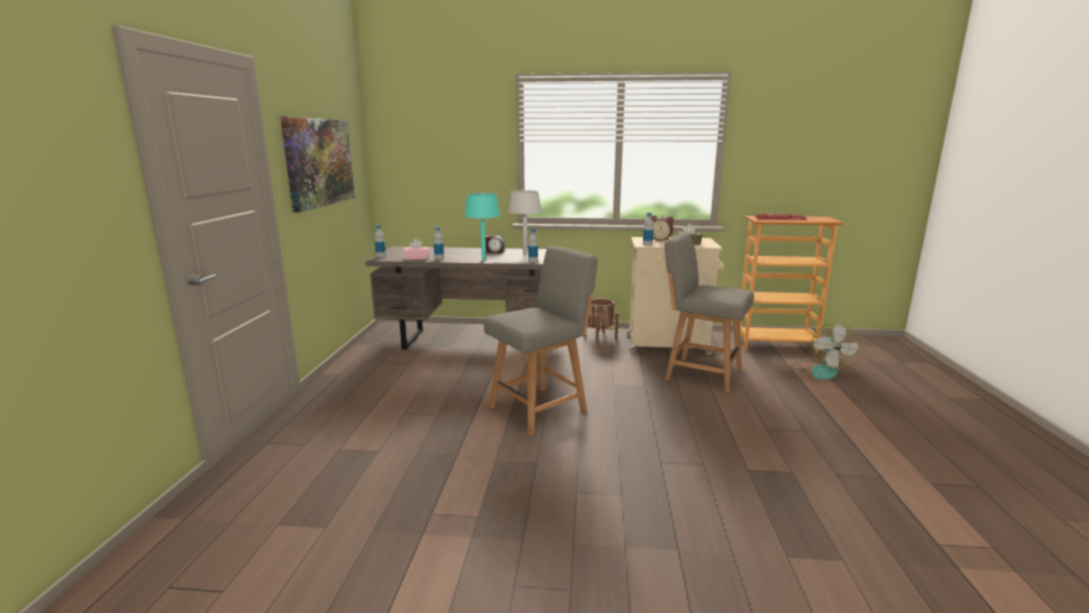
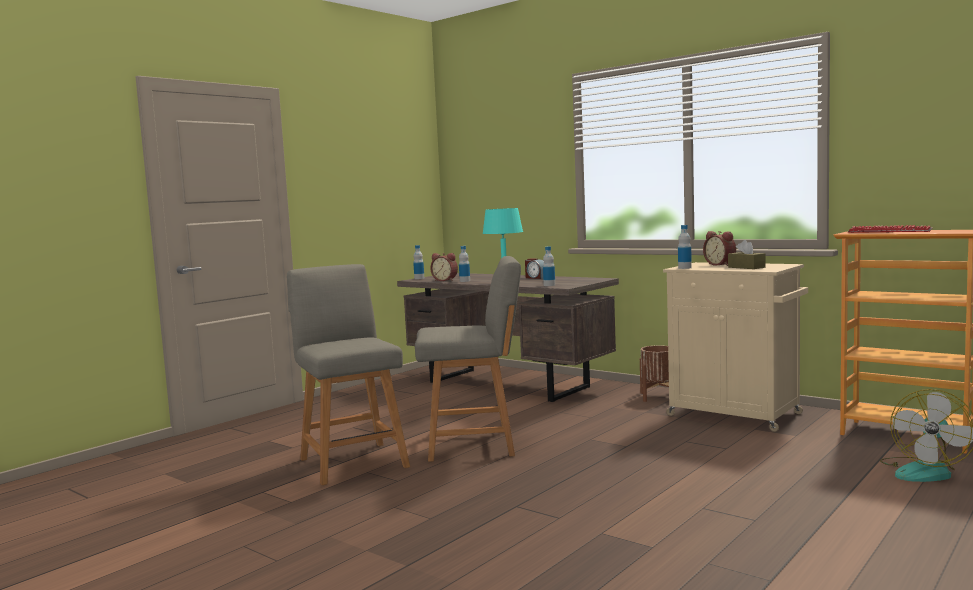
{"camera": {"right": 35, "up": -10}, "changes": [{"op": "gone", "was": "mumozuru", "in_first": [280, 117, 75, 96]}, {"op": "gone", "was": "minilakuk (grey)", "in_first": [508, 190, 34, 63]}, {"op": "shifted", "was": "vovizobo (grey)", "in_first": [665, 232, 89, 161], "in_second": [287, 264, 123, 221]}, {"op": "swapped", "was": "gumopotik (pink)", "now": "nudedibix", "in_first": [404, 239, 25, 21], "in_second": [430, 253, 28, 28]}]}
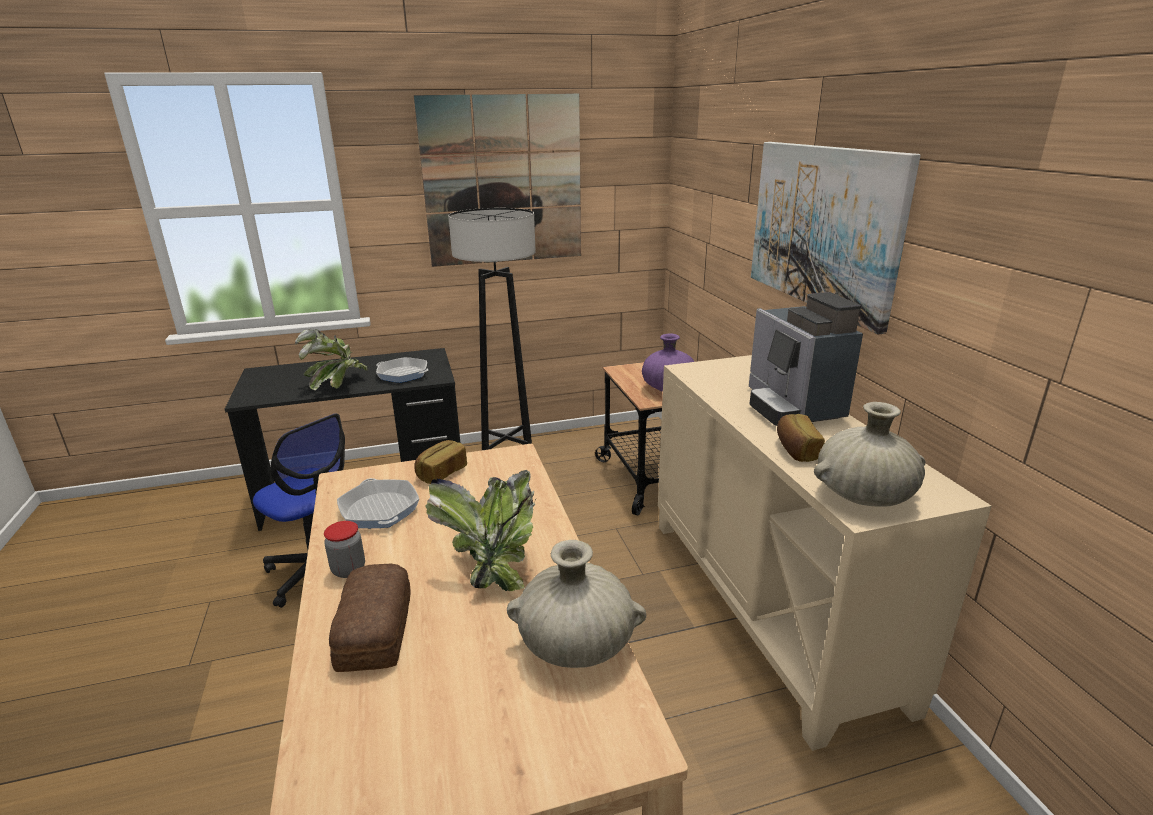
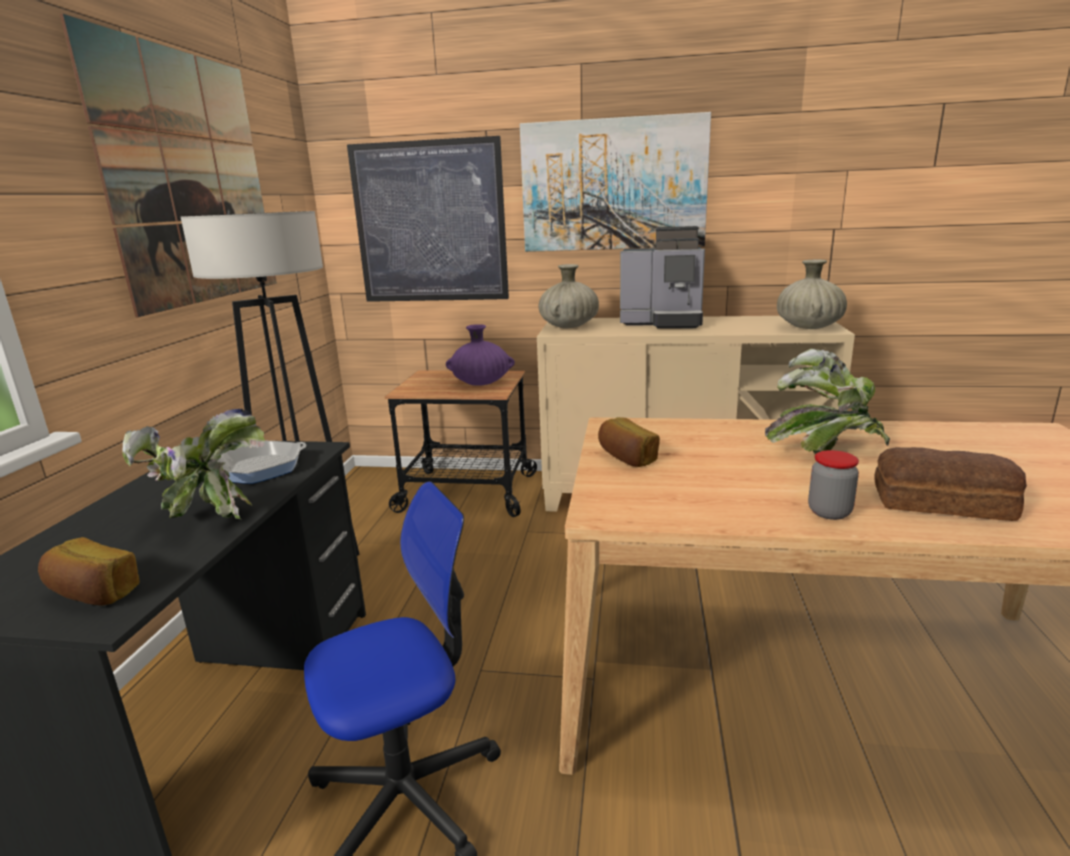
{"camera": {"right": -65, "up": -5}, "changes": [{"op": "gone", "was": "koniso", "in_first": [337, 478, 82, 50]}, {"op": "new", "now": "mumozuru", "in_second": [347, 136, 162, 166]}, {"op": "shifted", "was": "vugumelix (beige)", "in_first": [507, 540, 139, 128], "in_second": [539, 264, 60, 64]}, {"op": "shifted", "was": "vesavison", "in_first": [777, 414, 48, 48], "in_second": [38, 537, 102, 69]}]}
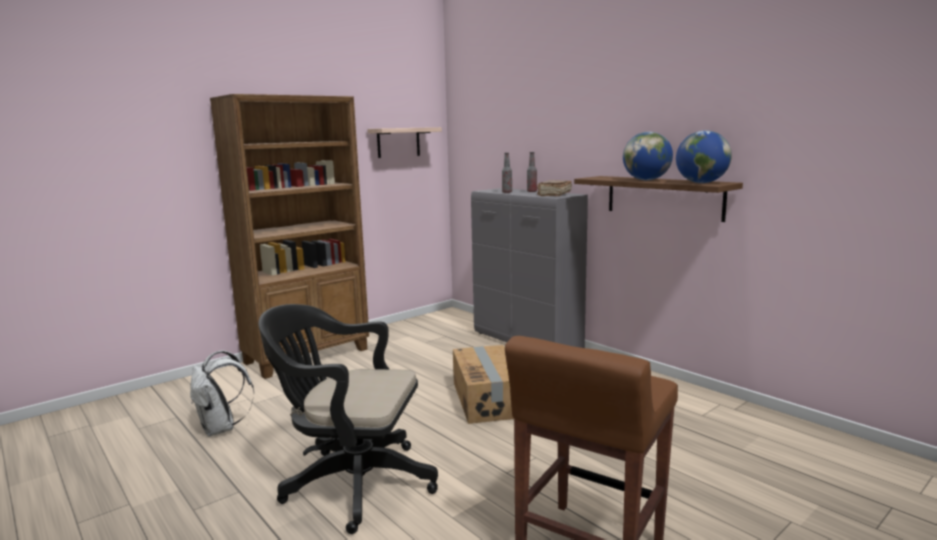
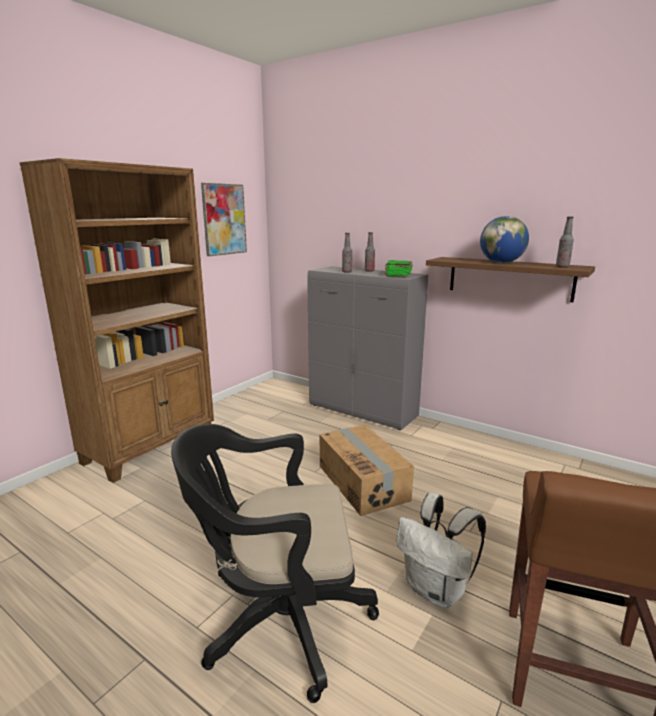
{"camera": {"right": -15, "up": 5}, "changes": [{"op": "shifted", "was": "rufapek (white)", "in_first": [190, 350, 64, 87], "in_second": [396, 492, 90, 116]}, {"op": "swapped", "was": "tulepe", "now": "mumozuru", "in_first": [367, 127, 75, 31], "in_second": [201, 183, 46, 73]}, {"op": "swapped", "was": "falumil", "now": "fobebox", "in_first": [676, 131, 56, 52], "in_second": [556, 217, 18, 51]}, {"op": "repainted", "was": "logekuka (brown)", "now": "logekuka (green)", "in_first": [537, 180, 35, 16], "in_second": [385, 260, 28, 17]}]}
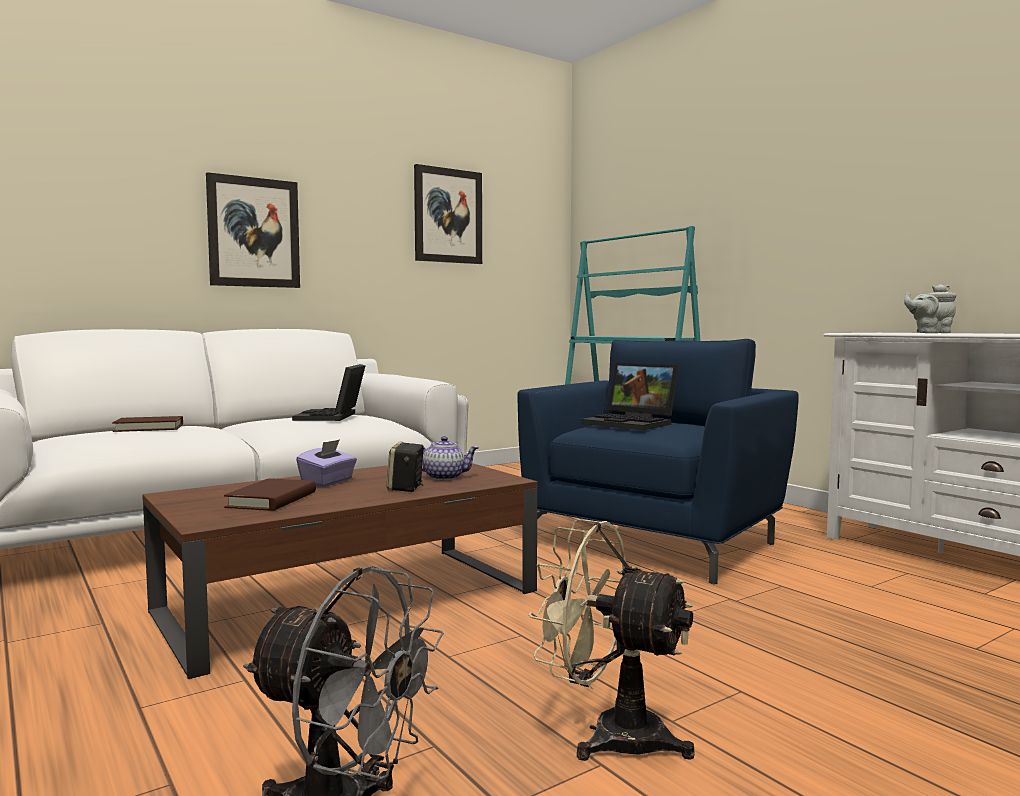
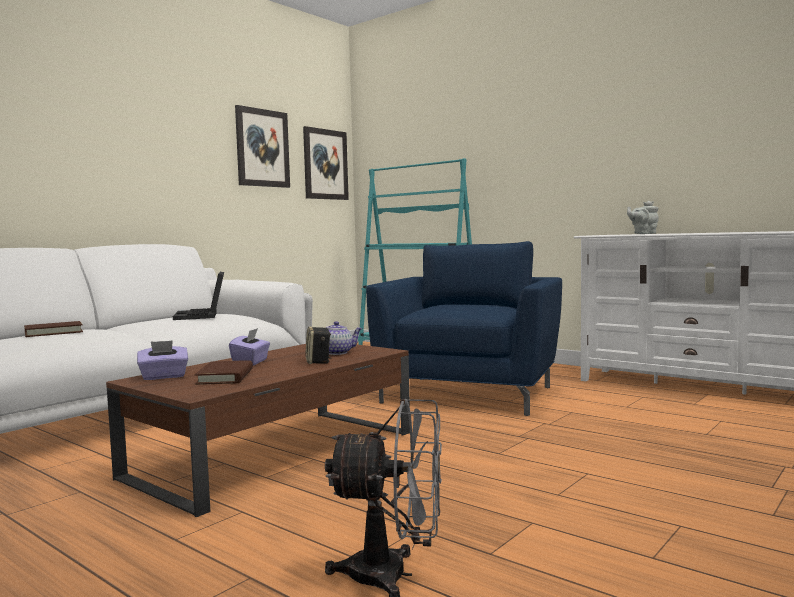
{"camera": {"right": -15, "up": 0}, "changes": [{"op": "gone", "was": "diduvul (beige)", "in_first": [528, 519, 167, 242]}, {"op": "gone", "was": "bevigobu", "in_first": [581, 363, 98, 67]}, {"op": "new", "now": "gumopotik (purple)", "in_second": [137, 340, 51, 40]}, {"op": "shifted", "was": "mumozuru", "in_first": [206, 172, 94, 116], "in_second": [303, 126, 46, 74]}]}
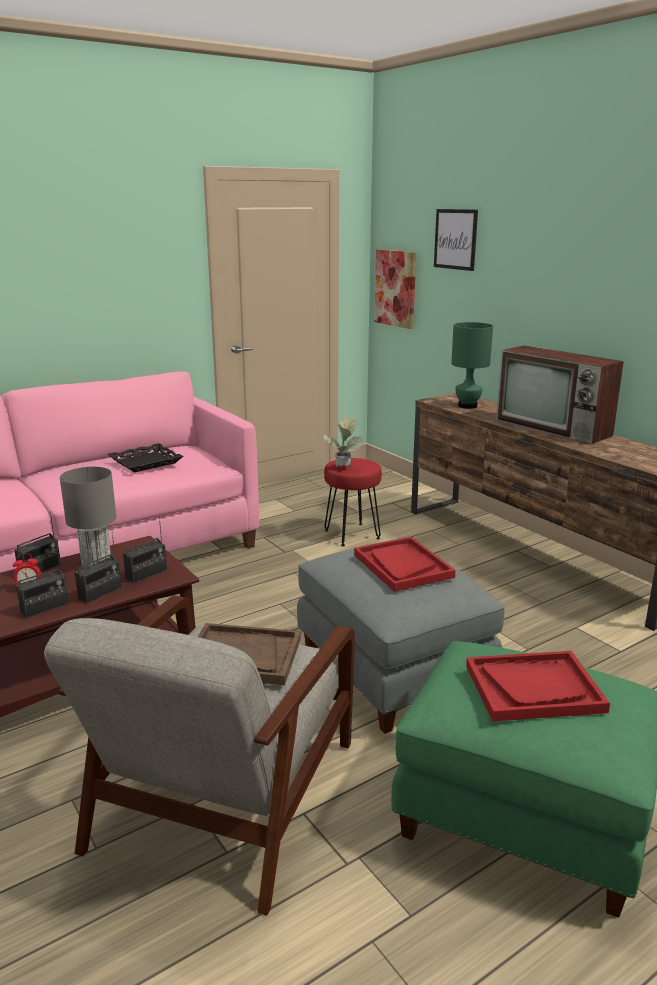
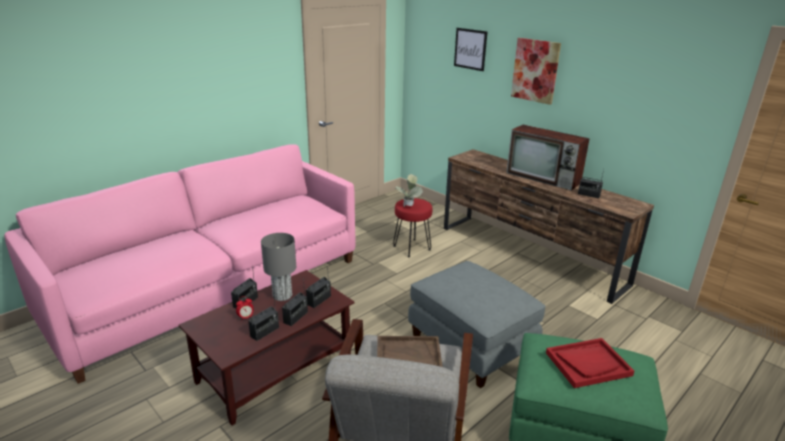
{"camera": {"right": -10, "up": 5}, "changes": [{"op": "gone", "was": "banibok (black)", "in_first": [107, 443, 76, 30]}, {"op": "gone", "was": "banibok (red)", "in_first": [354, 537, 102, 55]}, {"op": "gone", "was": "minilakuk (green)", "in_first": [451, 322, 42, 87]}, {"op": "new", "now": "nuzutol", "in_second": [578, 170, 26, 29]}, {"op": "shifted", "was": "mumozuru", "in_first": [375, 249, 41, 80], "in_second": [511, 38, 50, 67]}]}
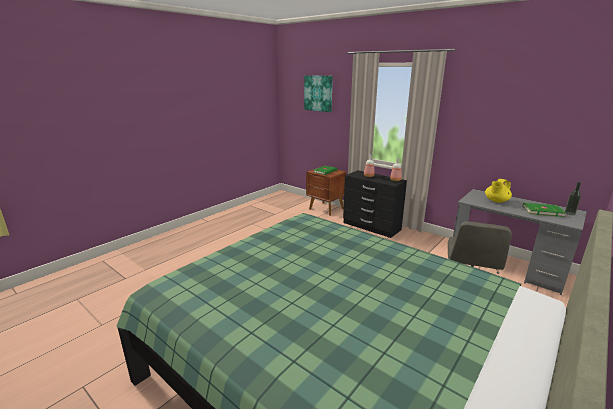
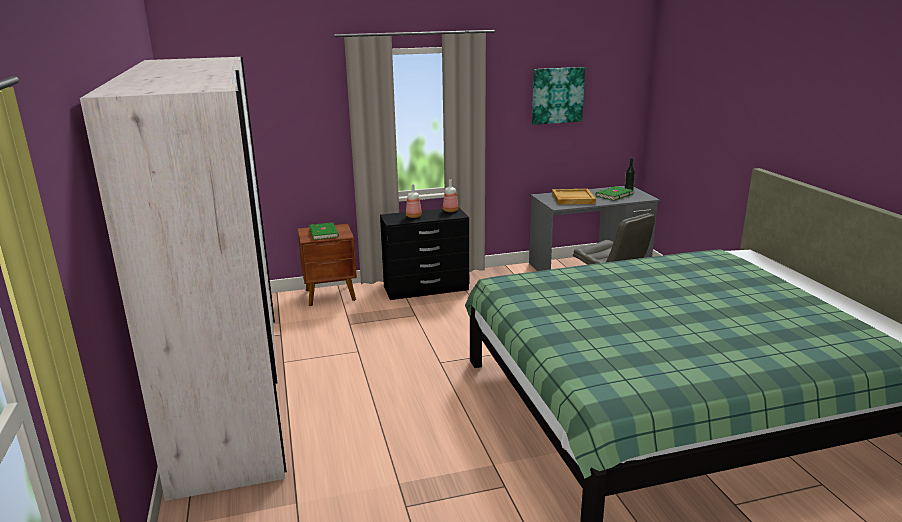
{"camera": {"right": -55, "up": 0}, "changes": [{"op": "new", "now": "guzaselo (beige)", "in_second": [80, 57, 207, 444]}, {"op": "shifted", "was": "mumozuru", "in_first": [304, 75, 29, 37], "in_second": [532, 67, 53, 58]}, {"op": "swapped", "was": "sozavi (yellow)", "now": "banibok (beige)", "in_first": [485, 179, 27, 24], "in_second": [552, 189, 44, 16]}]}
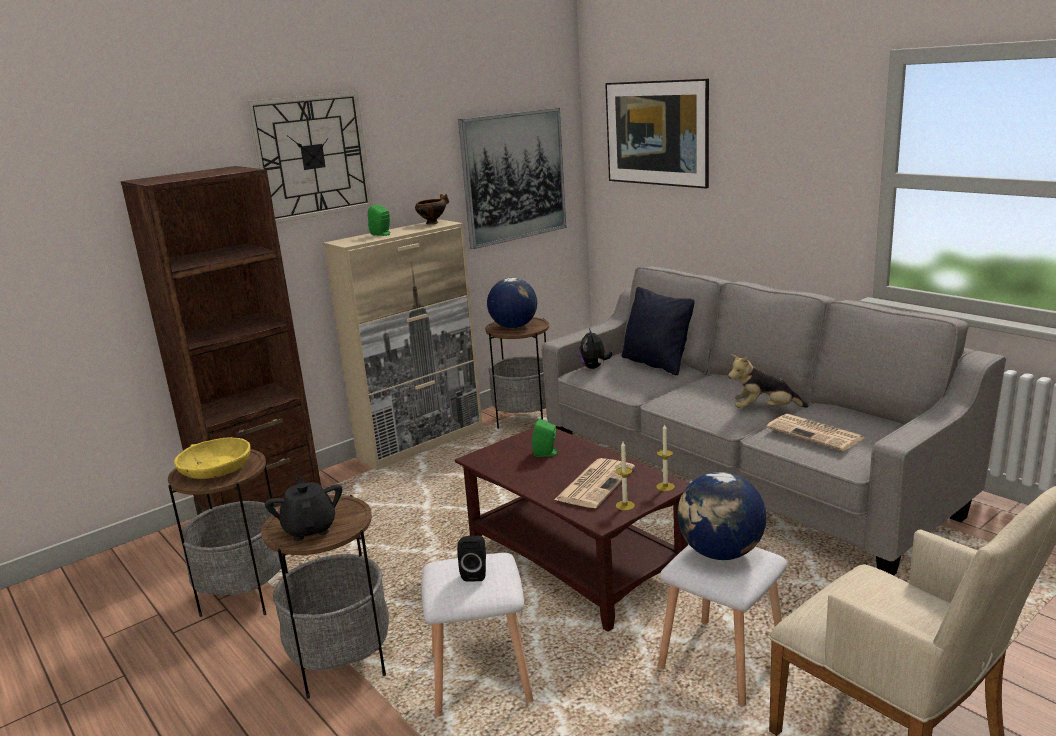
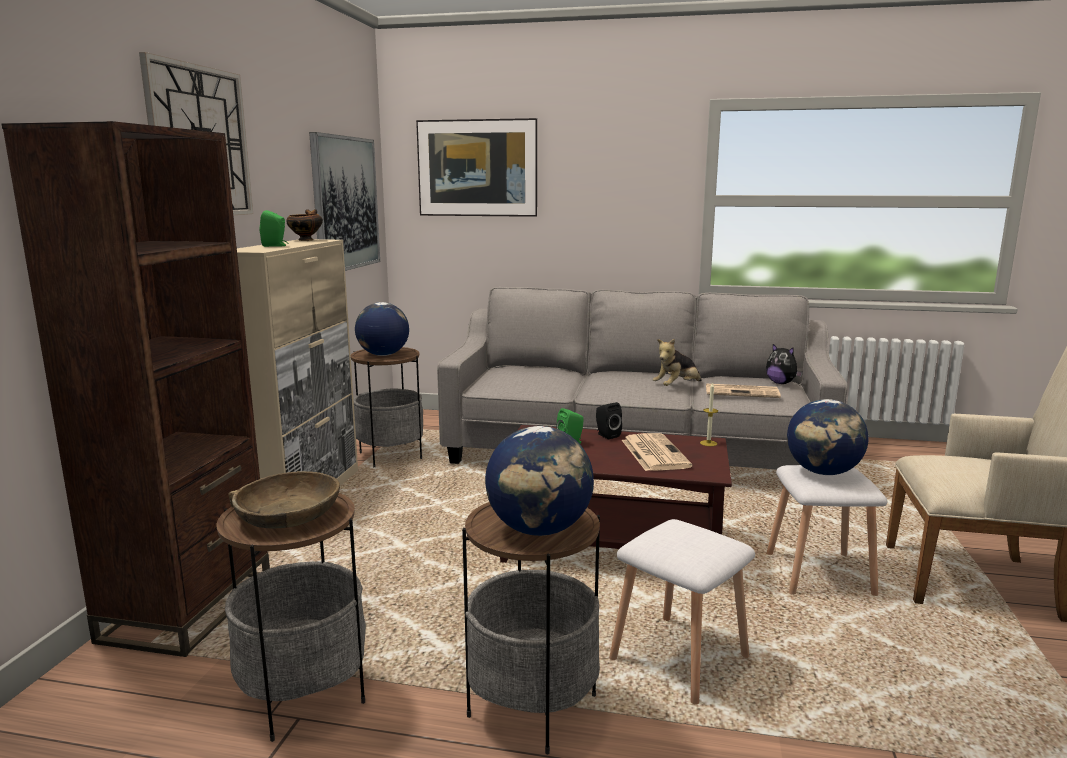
{"camera": {"right": -40, "up": -5}, "changes": [{"op": "gone", "was": "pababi", "in_first": [616, 442, 19, 69]}, {"op": "gone", "was": "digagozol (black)", "in_first": [621, 287, 74, 88]}, {"op": "shifted", "was": "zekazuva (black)", "in_first": [457, 536, 29, 46], "in_second": [596, 402, 26, 37]}, {"op": "shifted", "was": "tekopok", "in_first": [579, 328, 33, 41], "in_second": [766, 344, 37, 40]}, {"op": "swapped", "was": "sozavi (black)", "now": "falumil", "in_first": [265, 477, 77, 64], "in_second": [485, 426, 109, 110]}, {"op": "repainted", "was": "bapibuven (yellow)", "now": "bapibuven (brown)", "in_first": [174, 437, 77, 42], "in_second": [229, 471, 111, 58]}]}
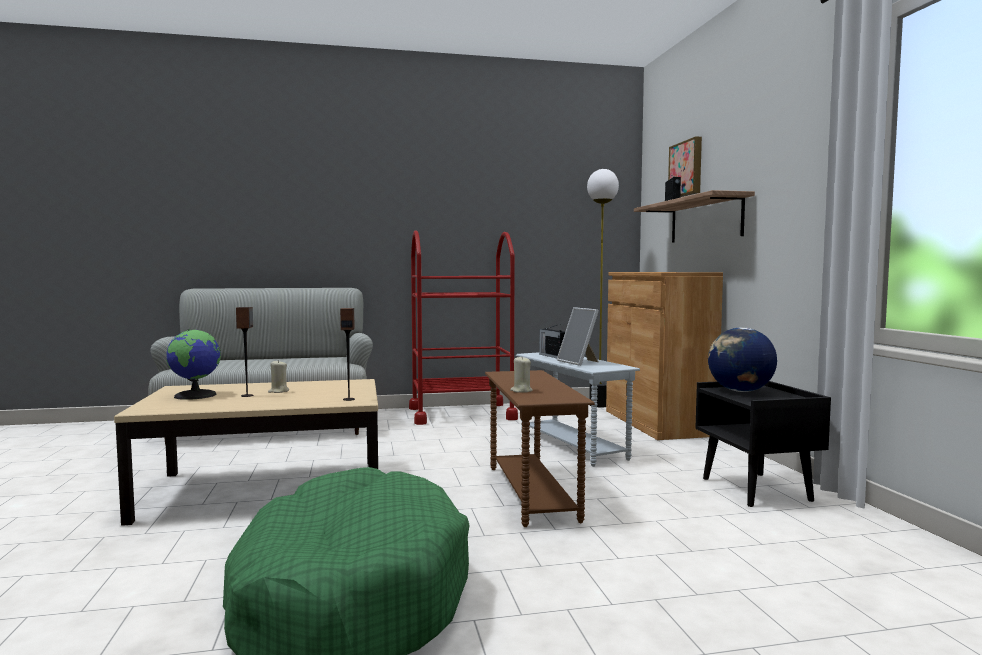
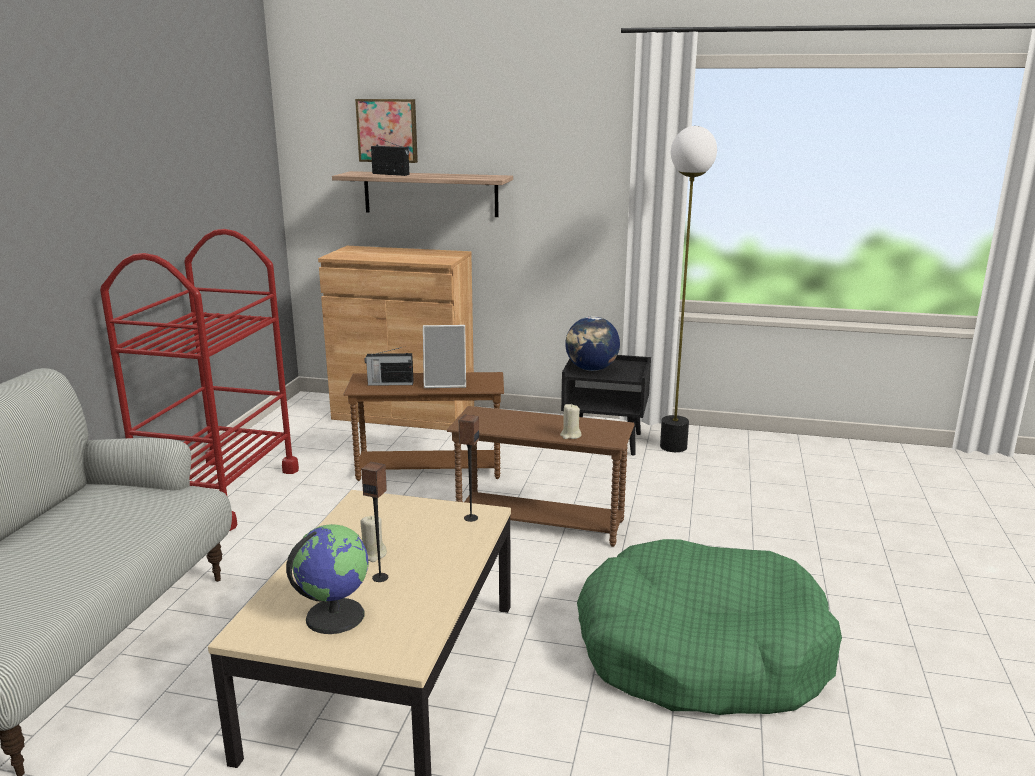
{"camera": {"right": -65, "up": 15}, "changes": [{"op": "shifted", "was": "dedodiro", "in_first": [587, 169, 32, 238], "in_second": [660, 126, 57, 326]}, {"op": "repainted", "was": "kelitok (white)", "now": "kelitok (brown)", "in_first": [516, 352, 124, 115], "in_second": [343, 372, 161, 109]}]}
